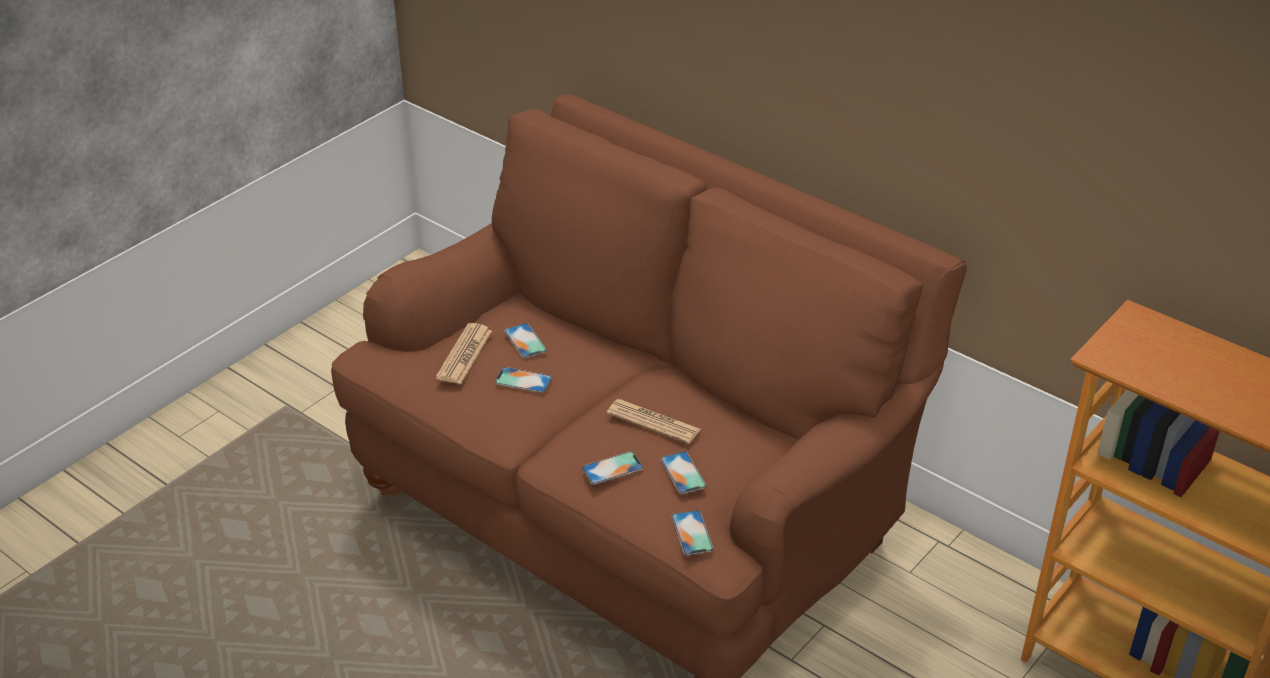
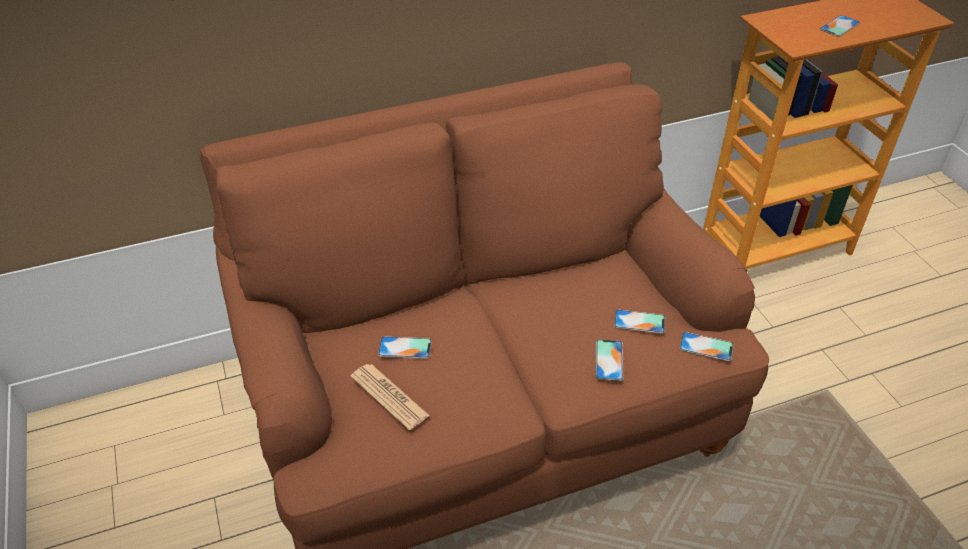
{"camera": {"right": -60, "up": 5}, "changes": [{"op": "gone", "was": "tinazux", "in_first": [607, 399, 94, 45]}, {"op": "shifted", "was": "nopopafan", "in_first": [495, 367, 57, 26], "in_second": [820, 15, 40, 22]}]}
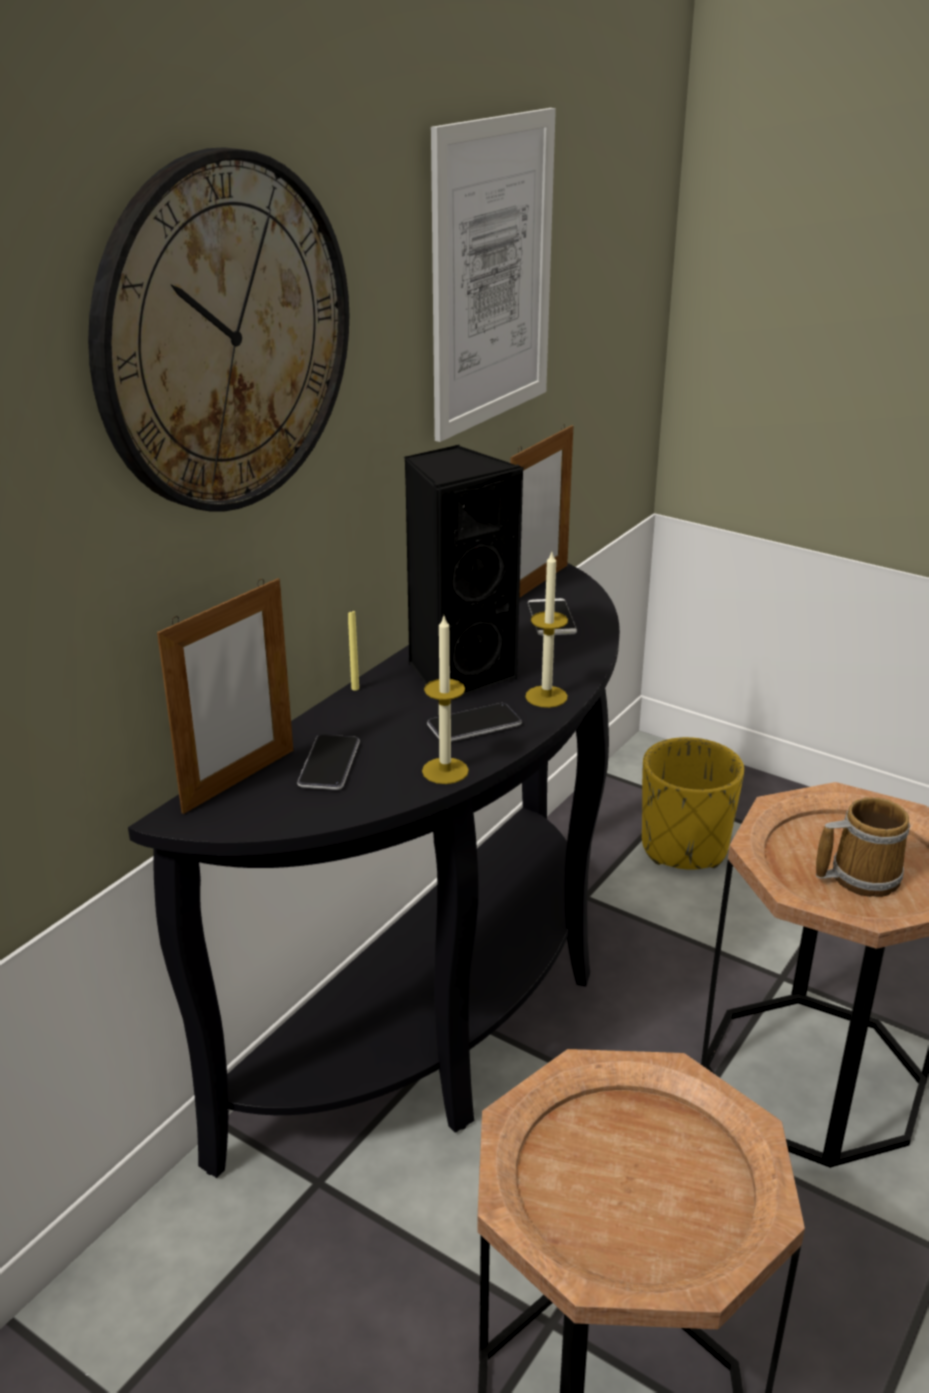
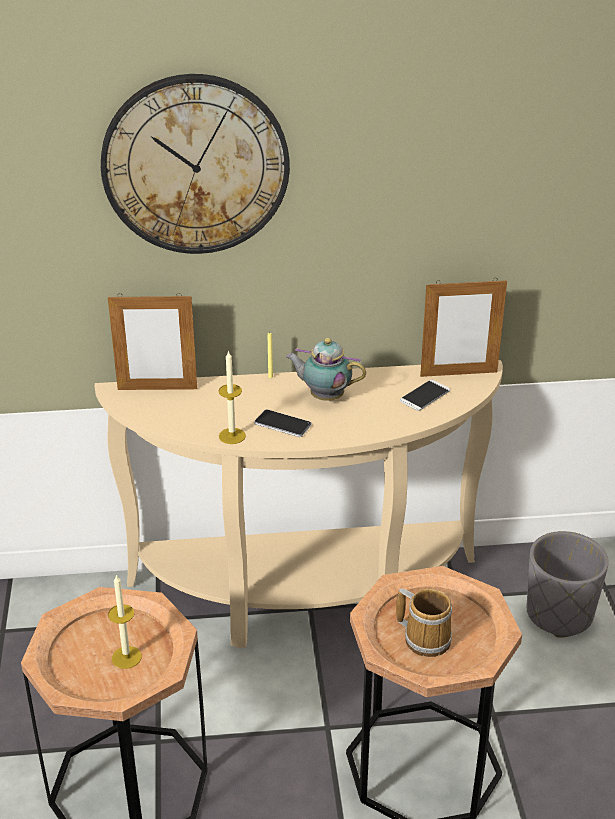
{"camera": {"right": 50, "up": 5}, "changes": [{"op": "gone", "was": "nopopafan", "in_first": [297, 734, 63, 56]}, {"op": "gone", "was": "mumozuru", "in_first": [431, 108, 125, 334]}, {"op": "shifted", "was": "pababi", "in_first": [525, 552, 43, 156], "in_second": [108, 574, 34, 95]}, {"op": "swapped", "was": "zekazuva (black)", "now": "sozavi", "in_first": [403, 445, 121, 257], "in_second": [286, 338, 80, 63]}, {"op": "repainted", "was": "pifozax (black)", "now": "pifozax (beige)", "in_first": [128, 563, 492, 615], "in_second": [95, 360, 408, 288]}, {"op": "repainted", "was": "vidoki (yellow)", "now": "vidoki (grey)", "in_first": [642, 737, 102, 133], "in_second": [527, 531, 82, 107]}]}
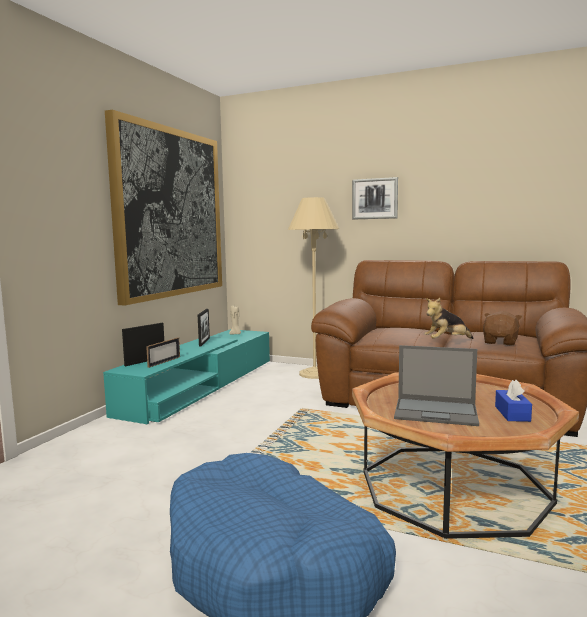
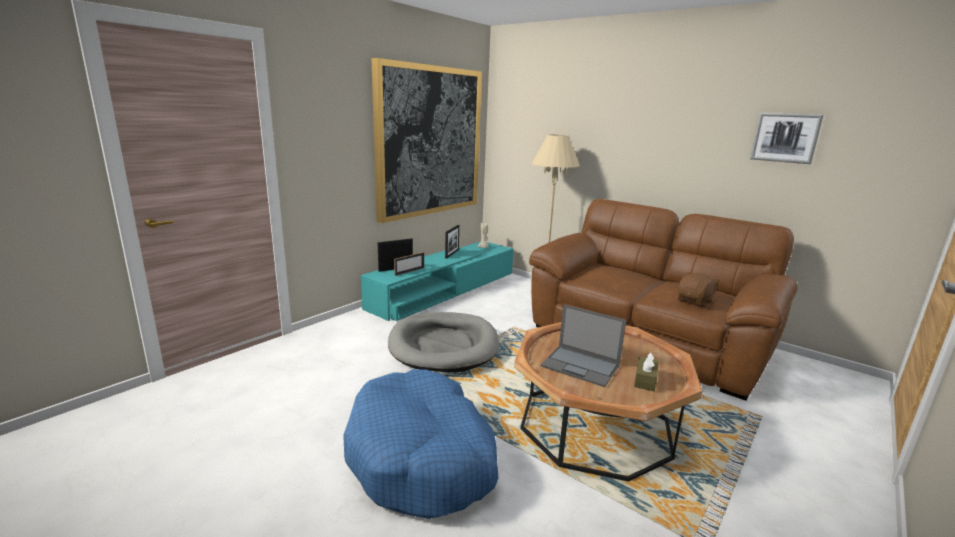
{"camera": {"right": 15, "up": 10}, "changes": [{"op": "gone", "was": "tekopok", "in_first": [425, 298, 48, 41]}, {"op": "new", "now": "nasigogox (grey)", "in_second": [388, 312, 111, 60]}, {"op": "shifted", "was": "mumozuru", "in_first": [352, 177, 46, 42], "in_second": [750, 113, 73, 51]}, {"op": "repainted", "was": "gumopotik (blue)", "now": "gumopotik (brown)", "in_first": [495, 380, 37, 42], "in_second": [634, 352, 24, 39]}]}
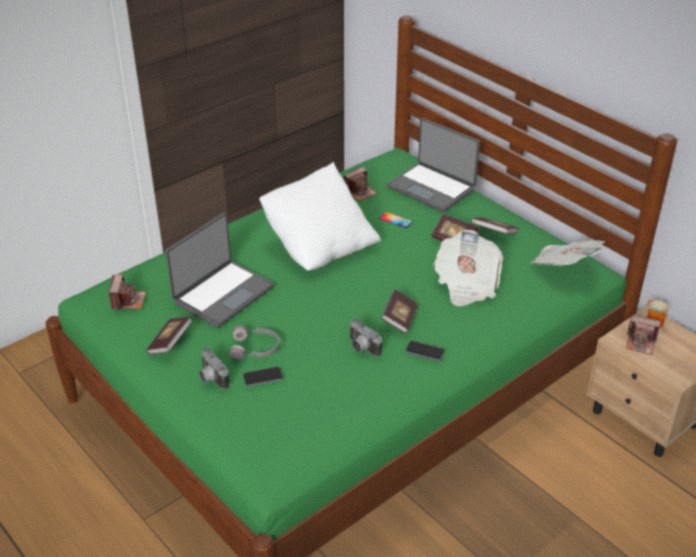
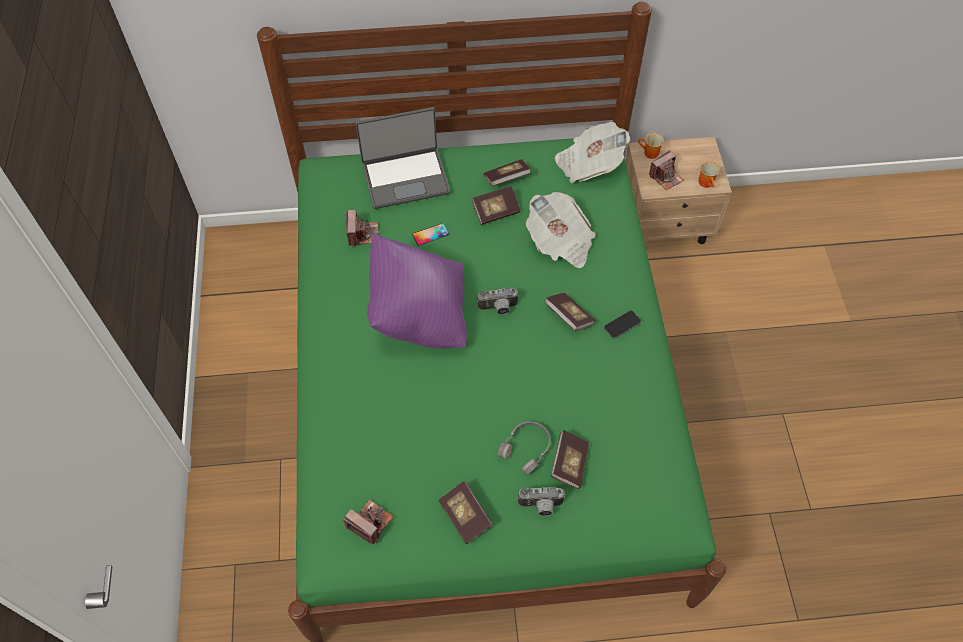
{"camera": {"right": -55, "up": 20}, "changes": [{"op": "gone", "was": "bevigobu", "in_first": [165, 213, 109, 115]}, {"op": "new", "now": "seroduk", "in_second": [698, 161, 22, 27]}, {"op": "shifted", "was": "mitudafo", "in_first": [349, 318, 33, 39], "in_second": [478, 288, 41, 27]}, {"op": "swapped", "was": "nopopafan", "now": "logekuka", "in_first": [243, 367, 40, 19], "in_second": [551, 430, 38, 59]}, {"op": "repainted", "was": "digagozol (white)", "now": "digagozol (purple)", "in_first": [259, 162, 122, 109], "in_second": [367, 233, 100, 116]}]}
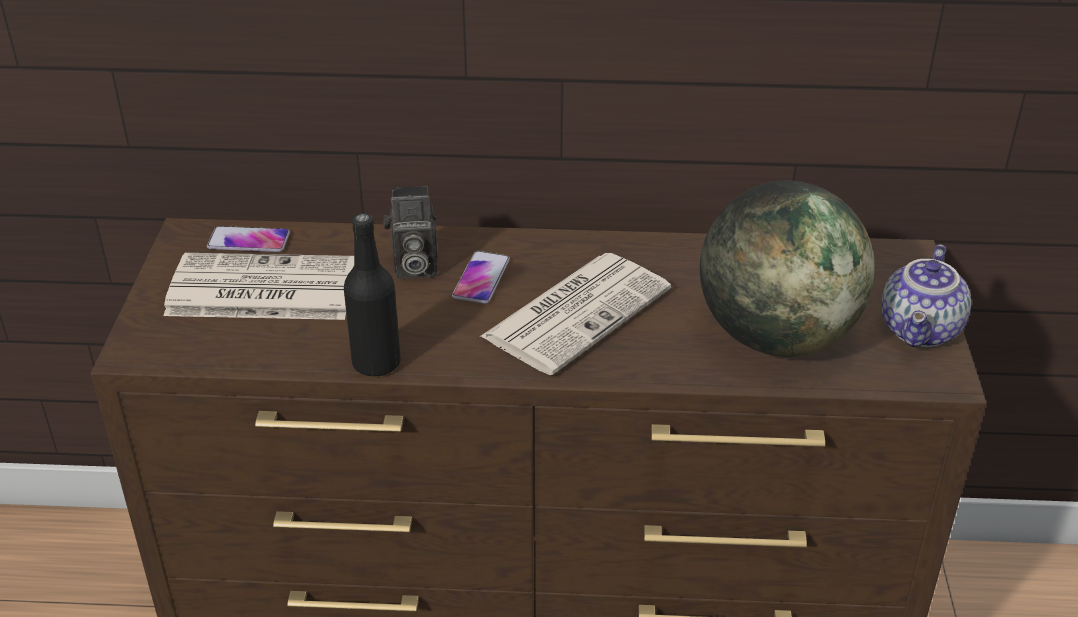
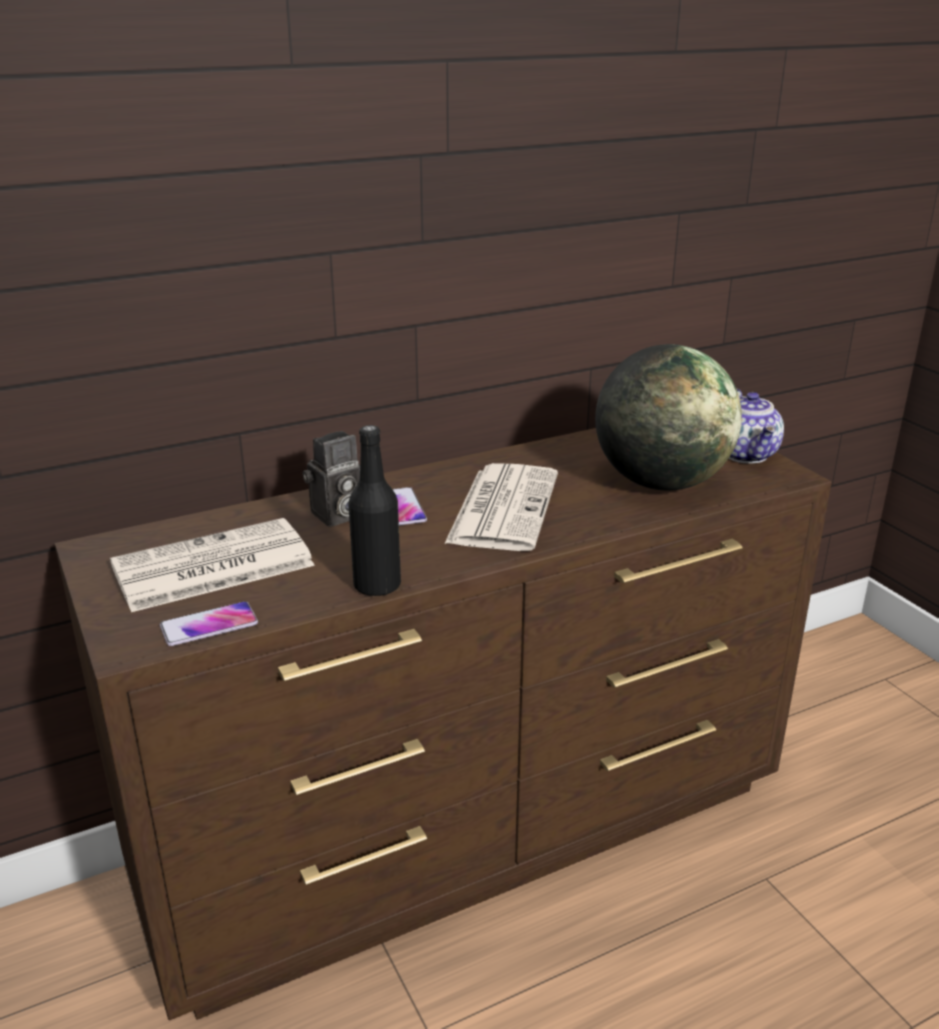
{"camera": {"right": -30, "up": -10}, "changes": [{"op": "shifted", "was": "nopopafan", "in_first": [207, 226, 83, 26], "in_second": [160, 601, 98, 45]}]}
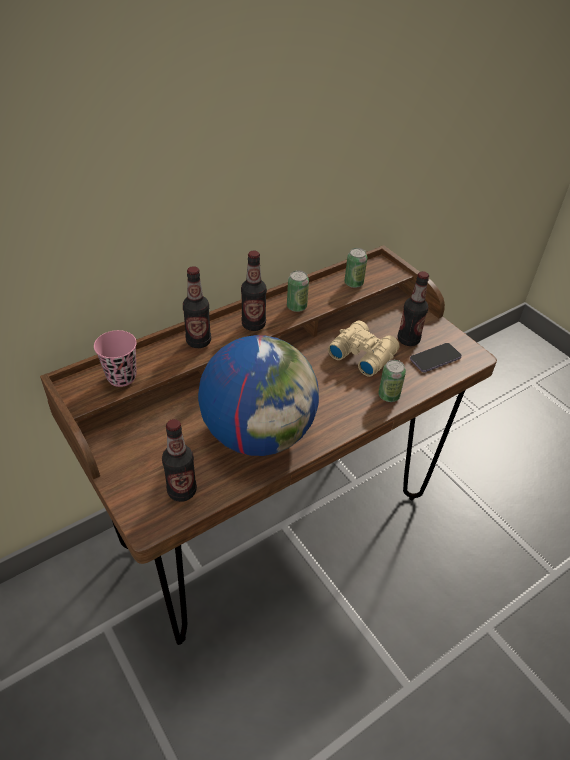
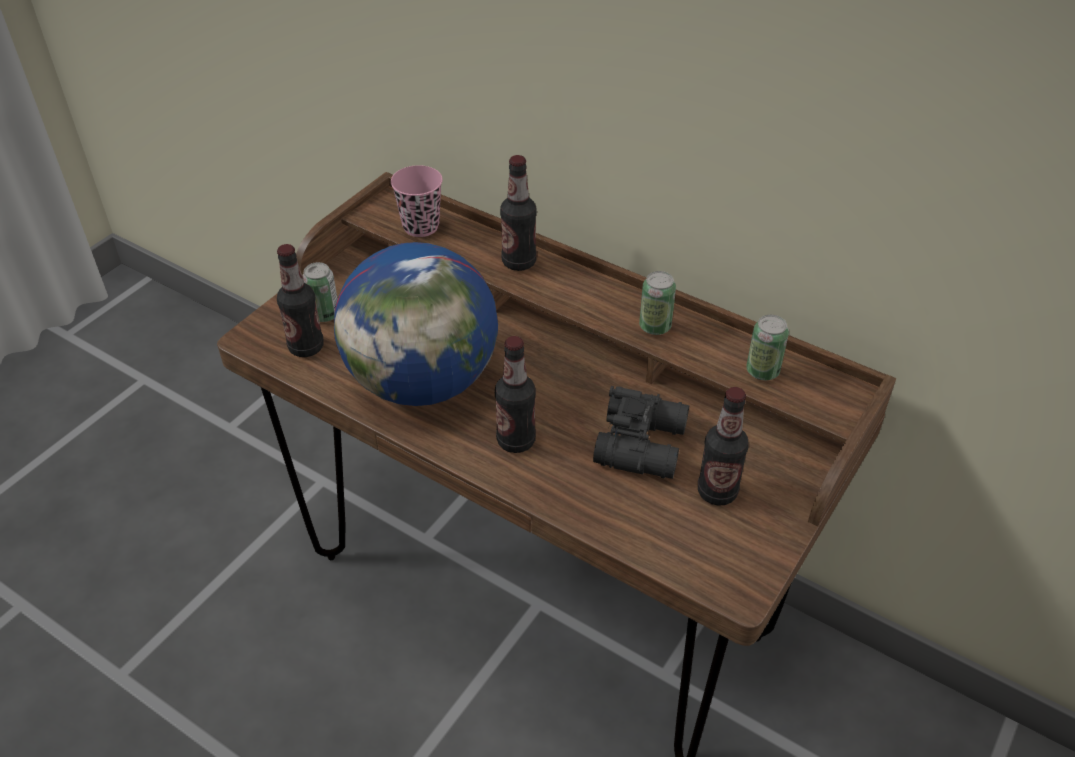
{"camera": {"right": 70, "up": 0}, "changes": [{"op": "gone", "was": "nopopafan", "in_first": [410, 343, 52, 29]}, {"op": "shifted", "was": "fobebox", "in_first": [241, 251, 26, 80], "in_second": [495, 336, 41, 117]}, {"op": "shifted", "was": "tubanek", "in_first": [378, 360, 28, 42], "in_second": [302, 262, 36, 60]}, {"op": "repainted", "was": "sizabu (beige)", "now": "sizabu (black)", "in_first": [328, 321, 72, 56], "in_second": [593, 386, 96, 93]}]}
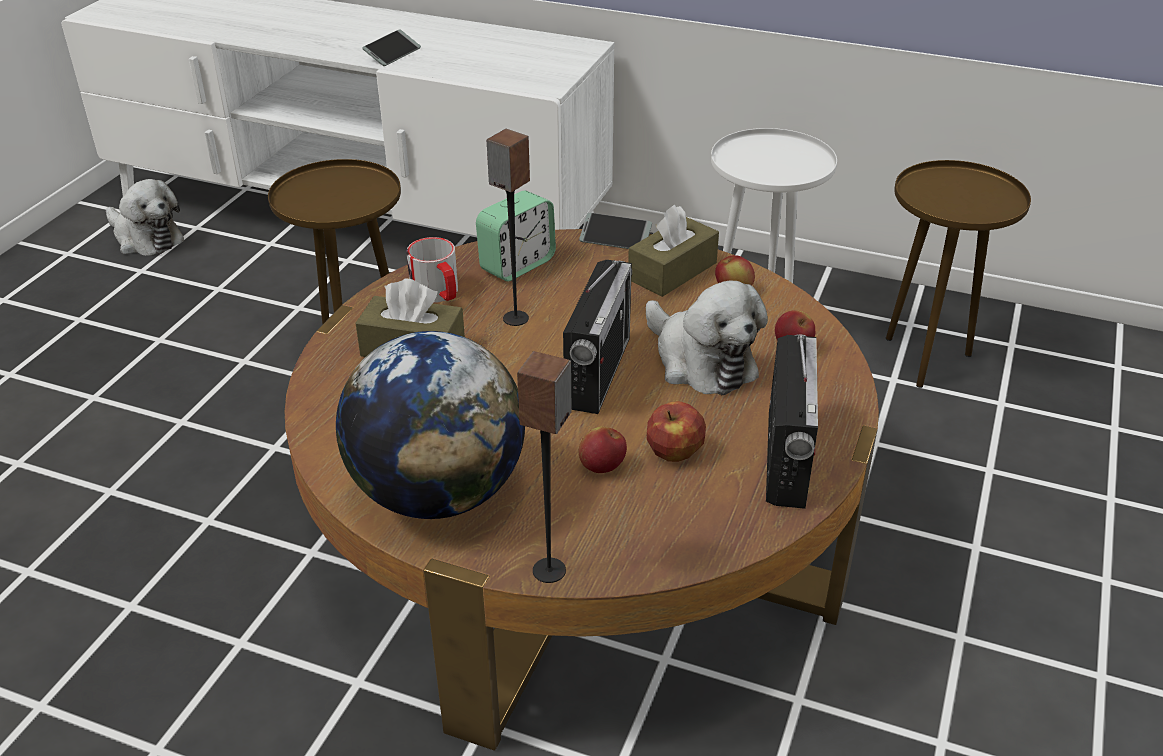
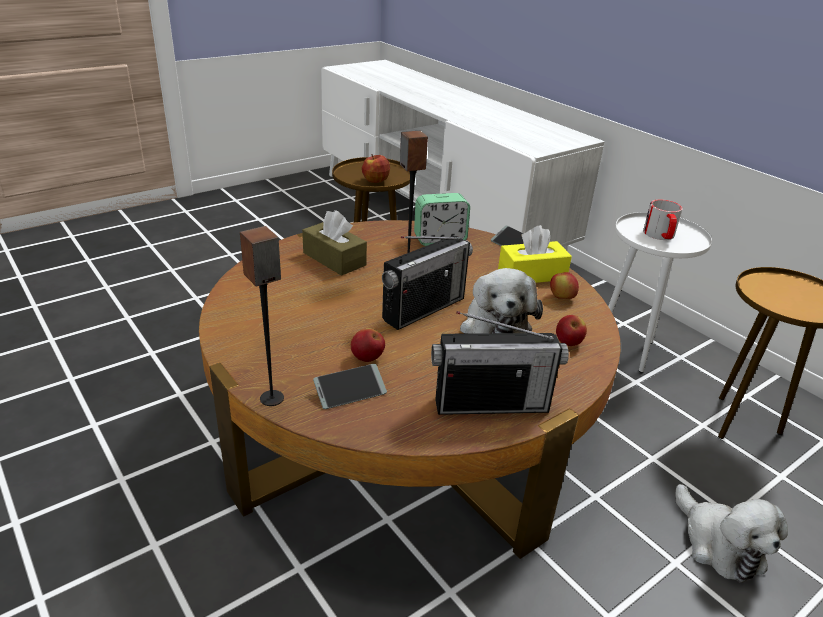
{"camera": {"right": 30, "up": -5}, "changes": [{"op": "gone", "was": "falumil", "in_first": [336, 331, 189, 188]}, {"op": "shifted", "was": "tekopok", "in_first": [106, 179, 78, 77], "in_second": [675, 484, 113, 99]}, {"op": "shifted", "was": "nopopafan", "in_first": [362, 29, 59, 37], "in_second": [313, 364, 74, 45]}, {"op": "shifted", "was": "seroduk", "in_first": [406, 237, 52, 66], "in_second": [643, 199, 40, 41]}, {"op": "shifted", "was": "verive", "in_first": [647, 401, 59, 61], "in_second": [362, 154, 28, 29]}, {"op": "repainted", "was": "gumopotik (brown)", "now": "gumopotik (yellow)", "in_first": [628, 205, 91, 92], "in_second": [498, 225, 74, 58]}, {"op": "rotated", "was": "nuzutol", "in_first": [766, 334, 52, 175], "in_second": [431, 311, 138, 104], "clockwise": 45}]}
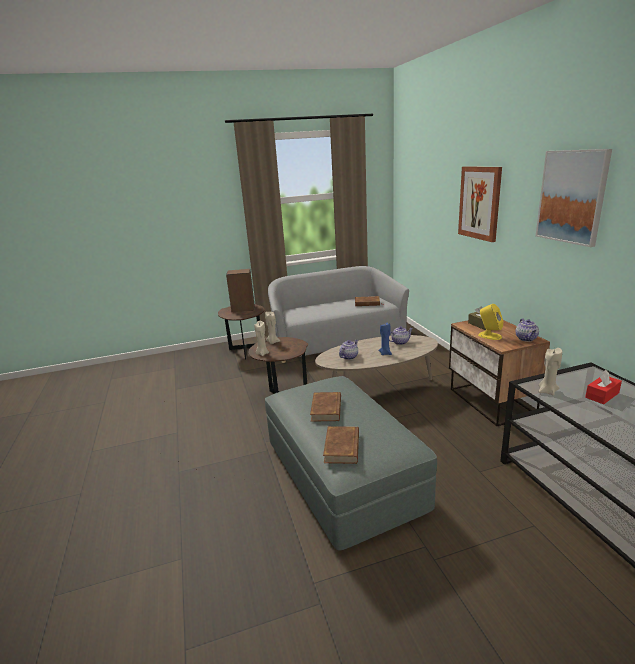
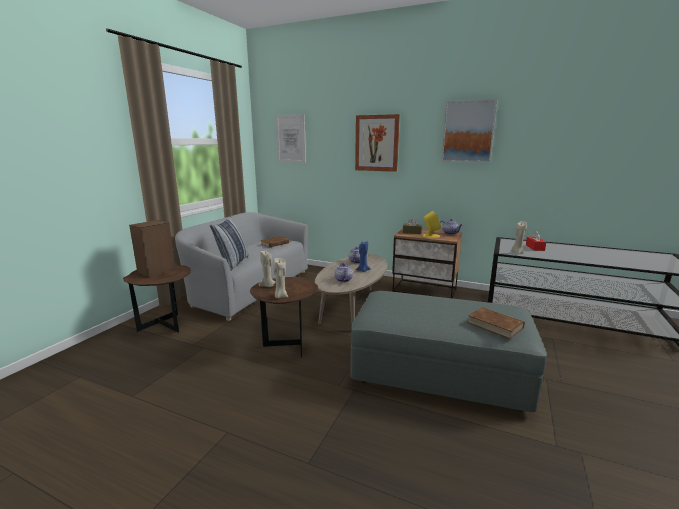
{"camera": {"right": -50, "up": -5}, "changes": [{"op": "gone", "was": "logekuka (brown)", "in_first": [310, 392, 31, 30]}, {"op": "new", "now": "digagozol", "in_second": [210, 216, 38, 55]}, {"op": "new", "now": "mumozuru", "in_second": [276, 114, 30, 49]}]}
